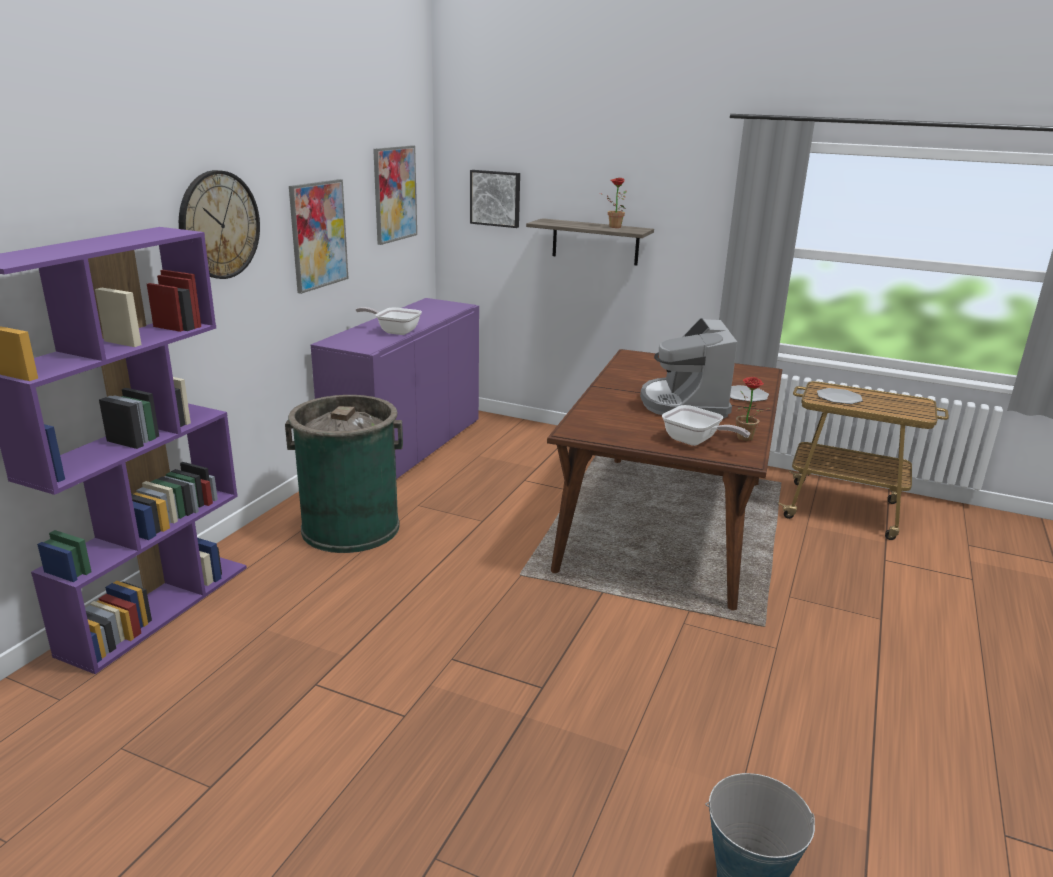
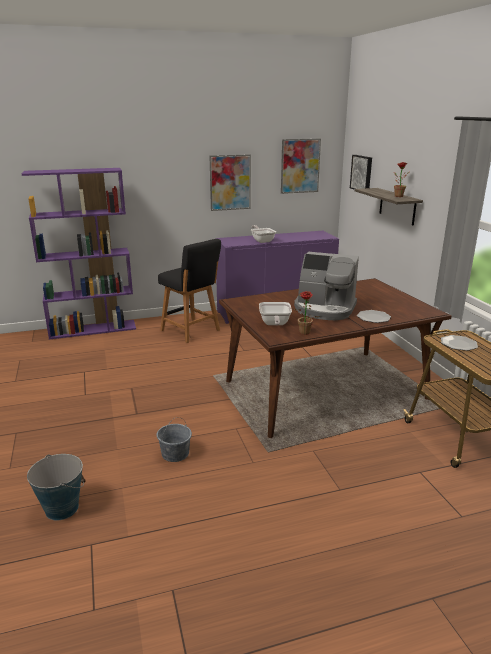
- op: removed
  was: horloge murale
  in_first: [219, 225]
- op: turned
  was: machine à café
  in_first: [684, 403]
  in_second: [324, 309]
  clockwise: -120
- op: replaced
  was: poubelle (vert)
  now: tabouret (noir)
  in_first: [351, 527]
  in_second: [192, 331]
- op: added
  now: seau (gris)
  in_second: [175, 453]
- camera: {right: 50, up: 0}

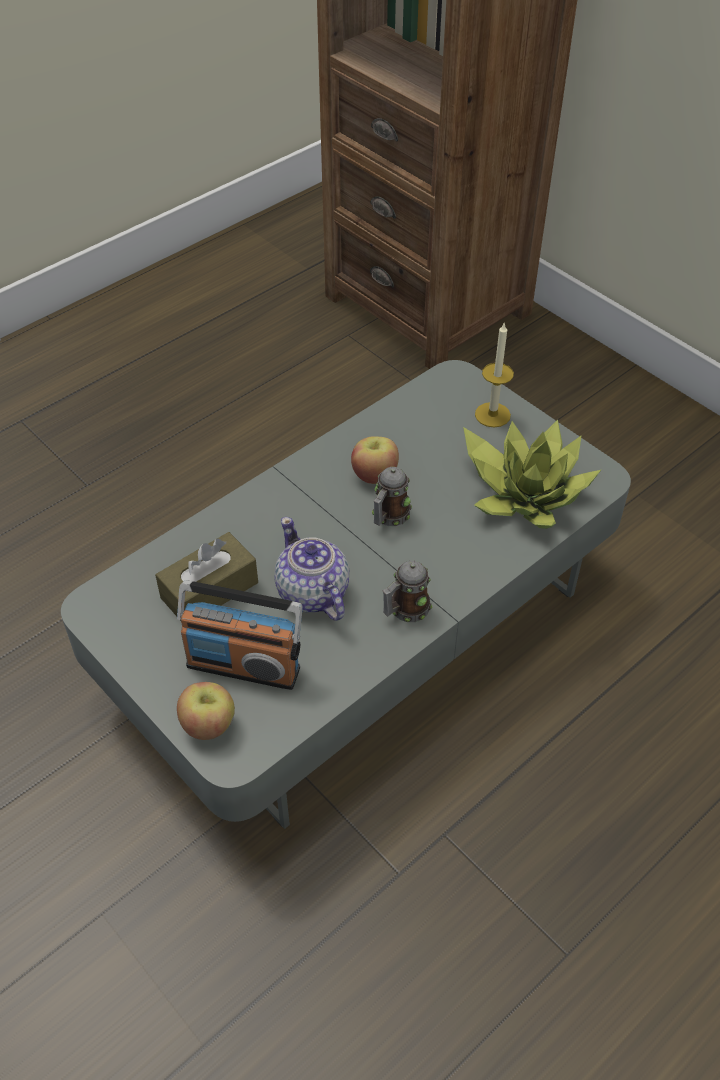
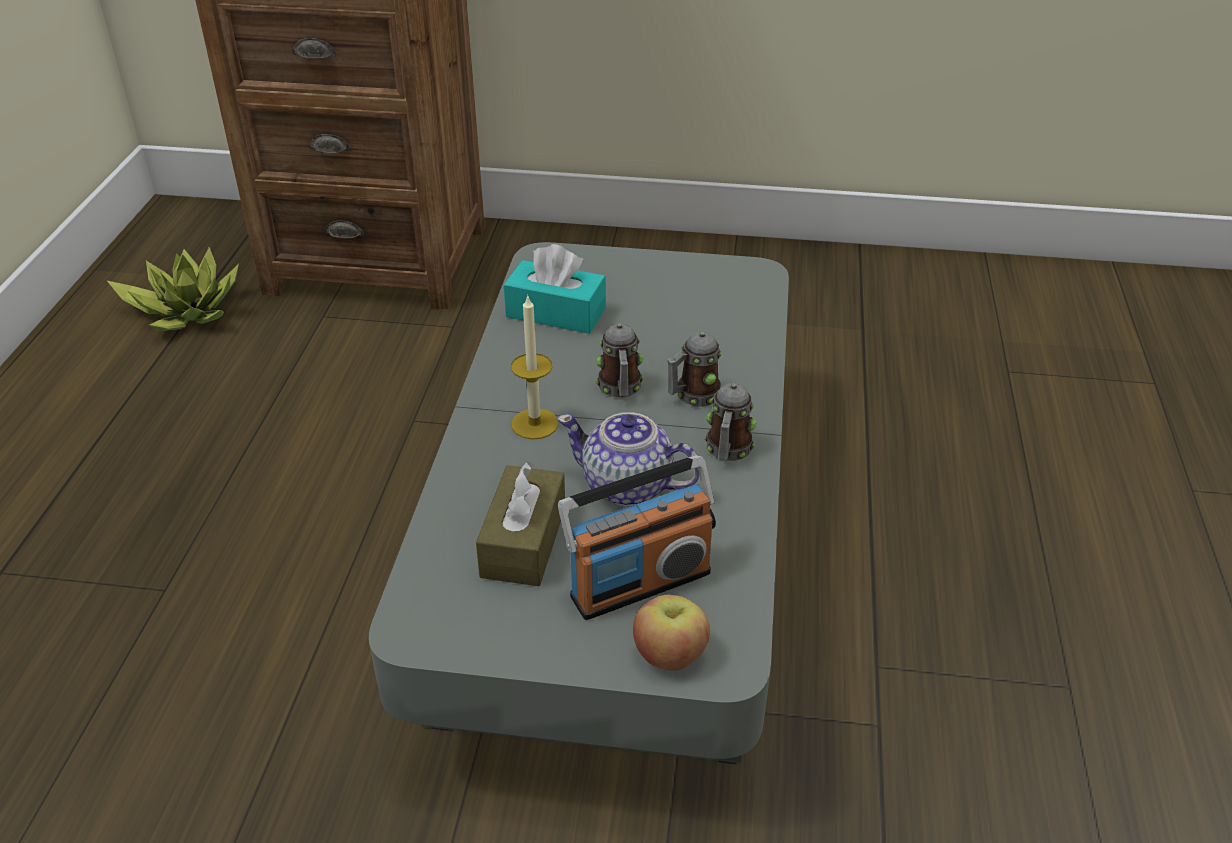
- op: moved
  was: bougie
  in_first: [492, 415]
  in_second: [534, 424]
- op: moved
  was: plante en pot
  in_first: [525, 491]
  in_second: [187, 310]
- op: removed
  was: pomme
  in_first: [374, 474]
- op: added
  now: boîte à mouchoirs (turquoise)
  in_second: [556, 313]
- op: added
  now: mug
  in_second: [693, 396]
- camera: {right: -40, up: -10}

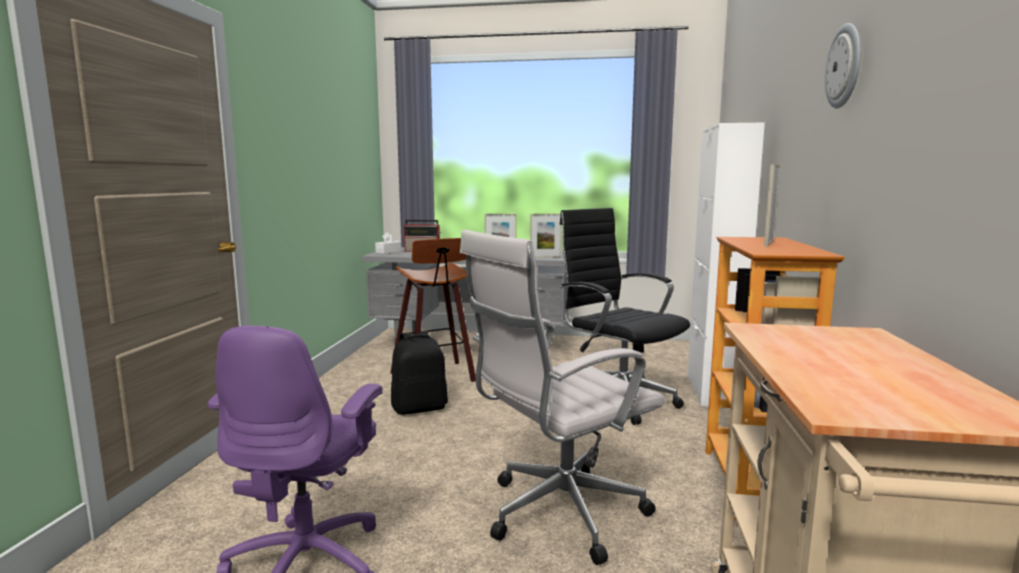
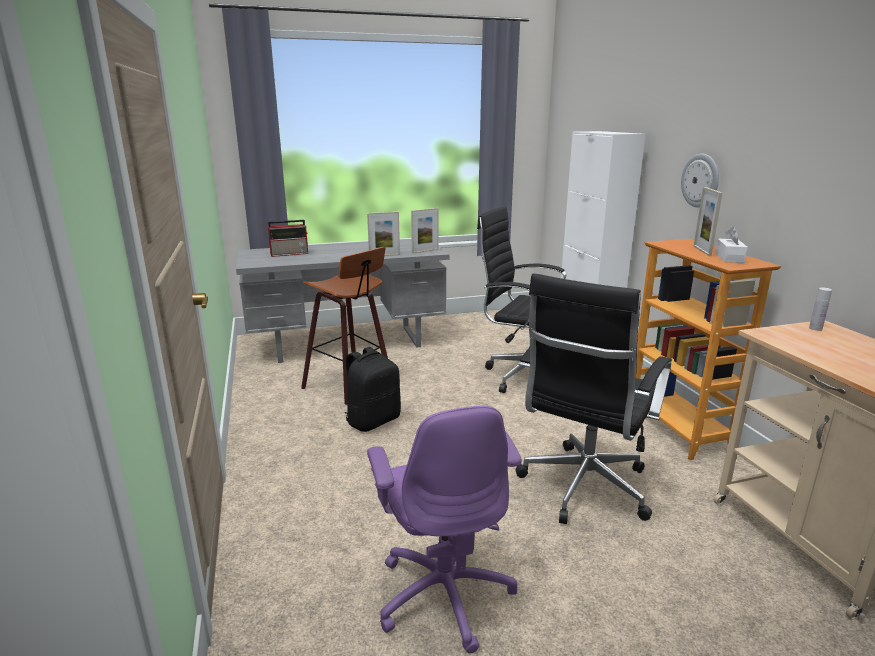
- op: moved
  was: horloge murale
  in_first: [845, 66]
  in_second: [700, 180]
- op: recoloured
  was: chaise de bureau (blanc)
  now: chaise de bureau (noir)
  in_first: [558, 514]
  in_second: [582, 489]
- op: moved
  was: boîte à mouchoirs (blanc)
  in_first: [388, 252]
  in_second: [729, 258]
- op: added
  now: bouteille (blanc)
  in_second: [815, 328]
- camera: {right: -25, up: 10}

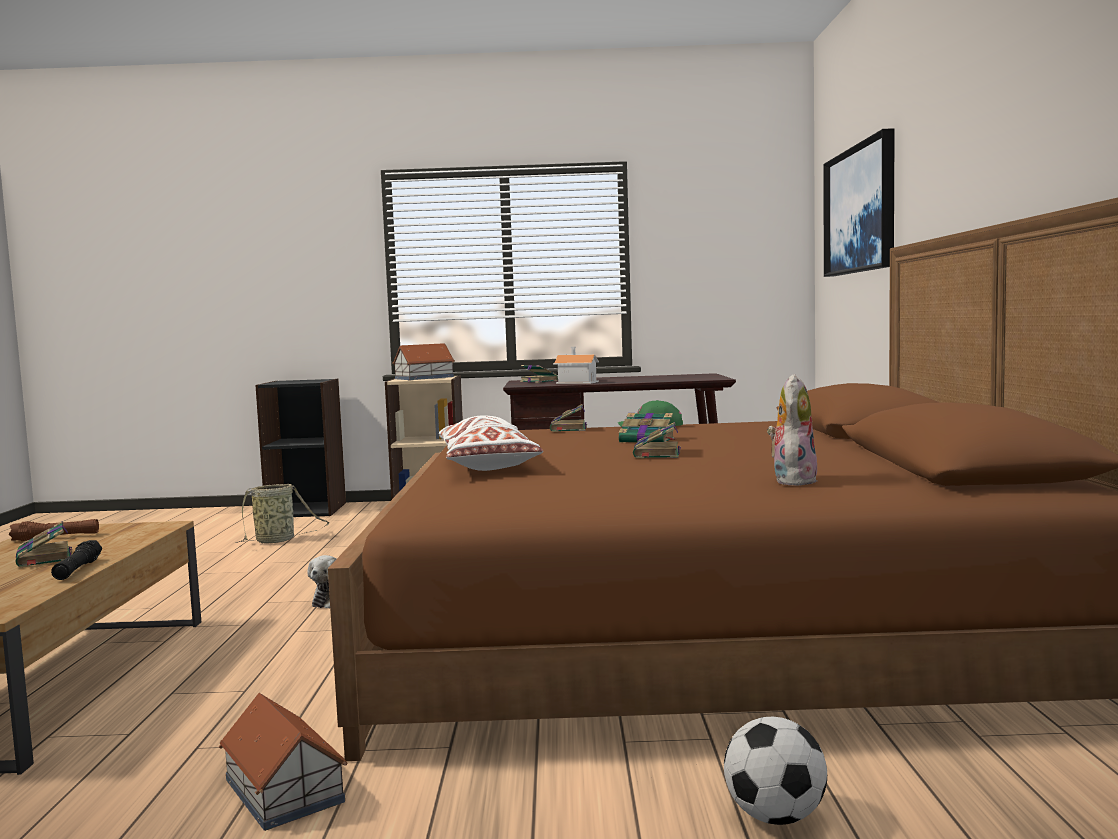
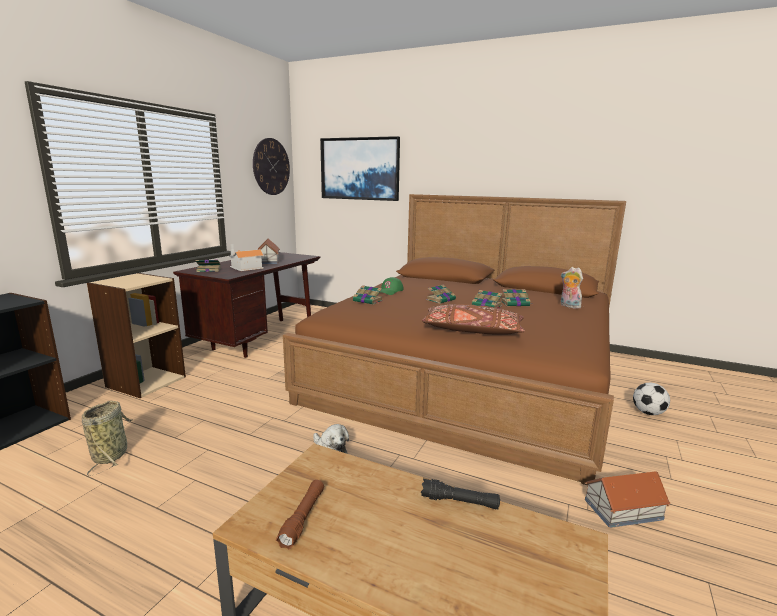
- op: moved
  was: maison miniature
  in_first: [425, 378]
  in_second: [268, 261]
- op: recoloured
  was: coussin (blanc)
  now: coussin (marron)
  in_first: [486, 464]
  in_second: [472, 330]
- op: moved
  was: livre
  in_first: [44, 558]
  in_second: [515, 303]
- op: added
  now: horloge murale
  in_second: [271, 167]
- camera: {right: -65, up: 10}

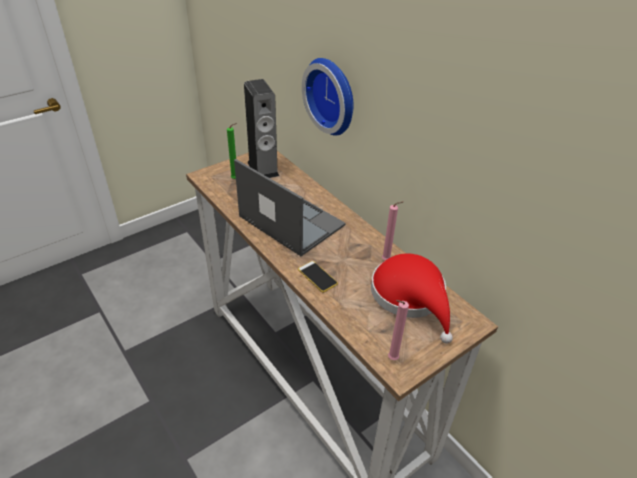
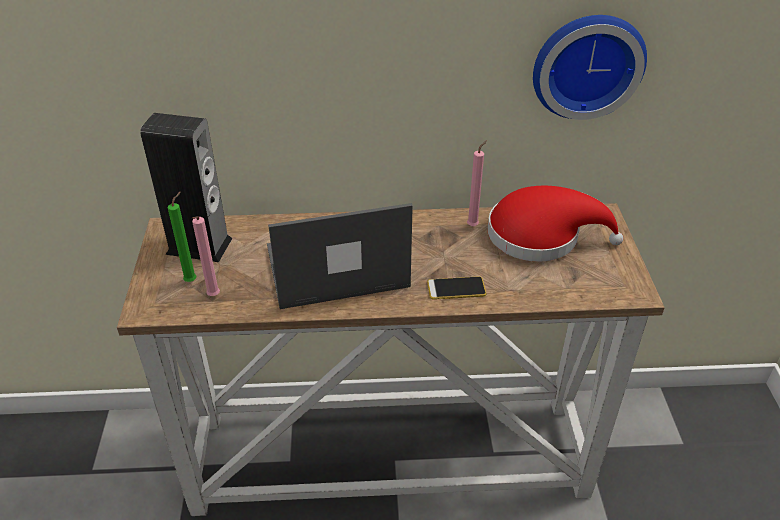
- op: moved
  was: horloge murale
  in_first: [333, 95]
  in_second: [586, 64]
- op: moved
  was: bougie (rose)
  in_first: [391, 359]
  in_second: [212, 297]
- camera: {right: -55, up: 0}

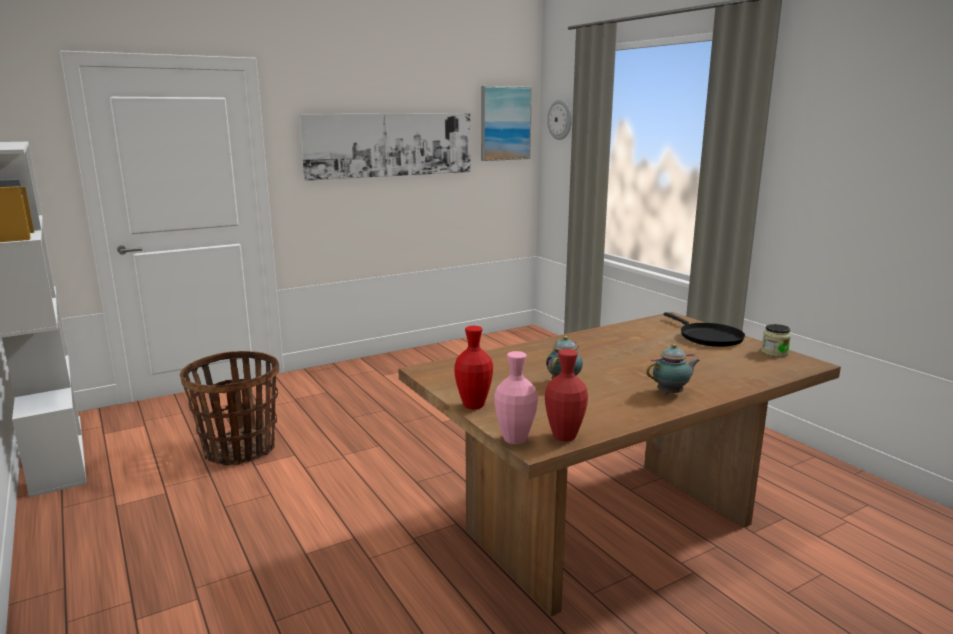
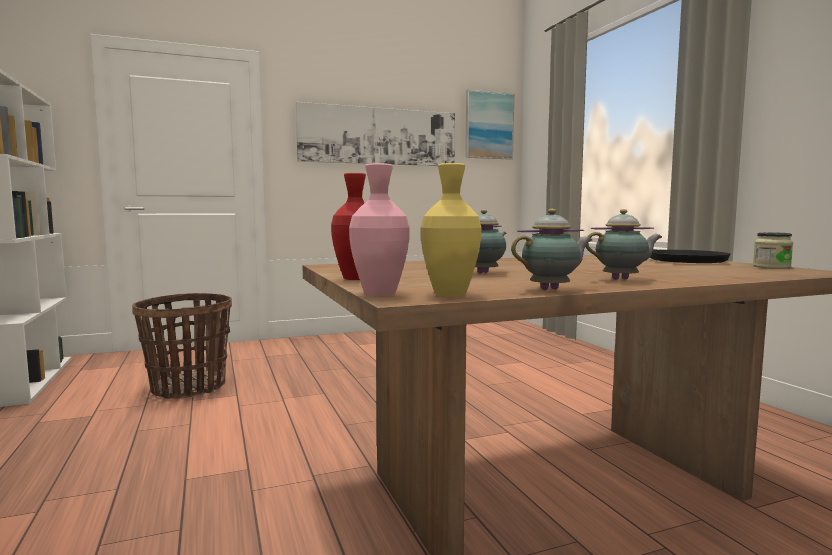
- op: removed
  was: horloge murale
  in_first: [560, 119]
- op: recoloured
  was: vase (rouge)
  now: vase (jaune)
  in_first: [564, 437]
  in_second: [450, 294]
- op: added
  now: théière
  in_second: [552, 289]
- camera: {right: 10, up: -10}

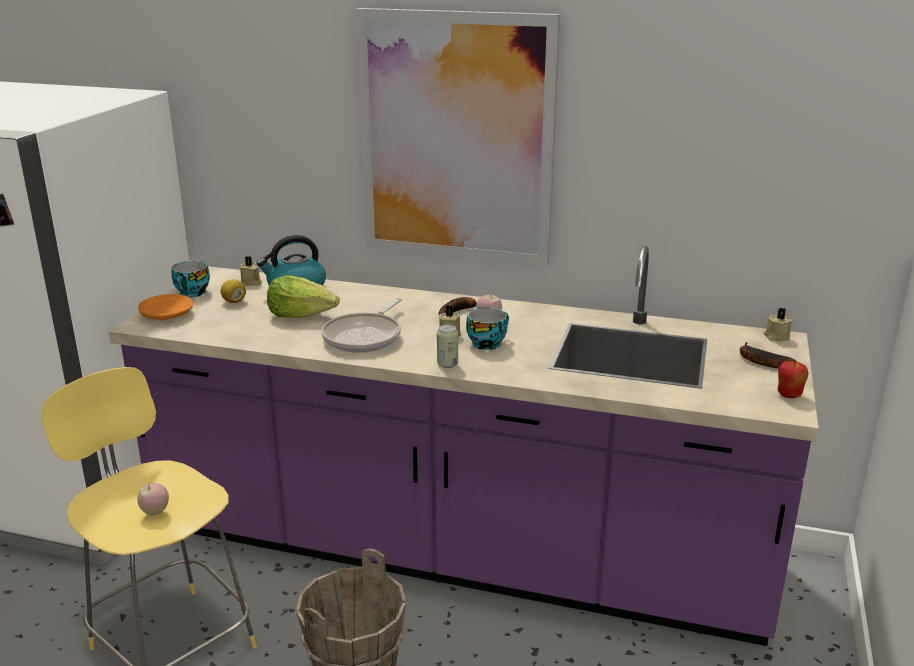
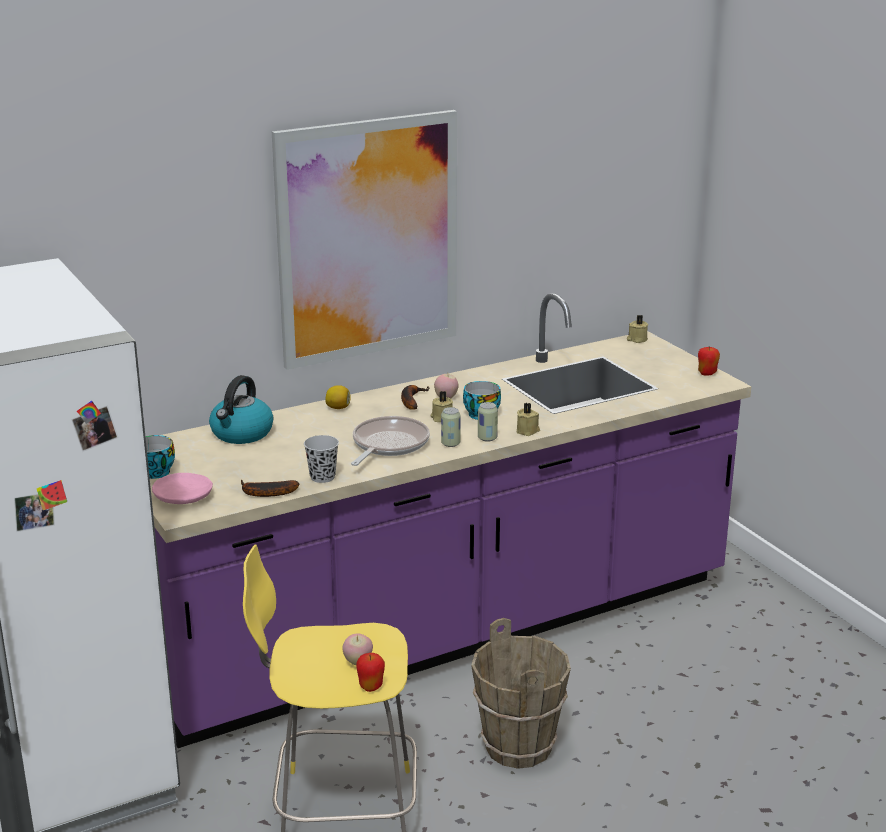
- op: moved
  was: bougie (beige)
  in_first: [251, 283]
  in_second: [528, 431]
- op: removed
  was: laitue
  in_first: [302, 315]
- op: moved
  was: citron
  in_first: [234, 301]
  in_second: [338, 408]
- op: recoloured
  was: assiette (orange)
  now: assiette (rose)
  in_first: [167, 315]
  in_second: [184, 497]
- op: turned
  was: poêle
  in_first: [365, 337]
  in_second: [388, 445]
  clockwise: -135
- op: moved
  was: banane
  in_first: [760, 361]
  in_second: [265, 493]
- op: added
  now: boîte métallique
  in_second: [450, 444]
- op: added
  now: tasse (noir)
  in_second: [322, 477]
- op: added
  now: pomme
  in_second: [371, 687]
- camera: {right: -45, up: 0}

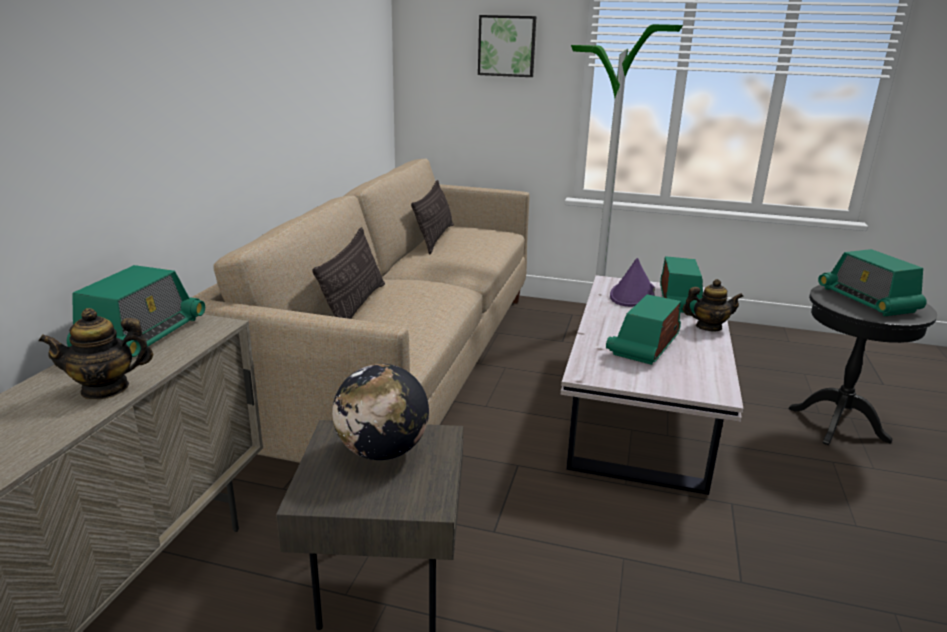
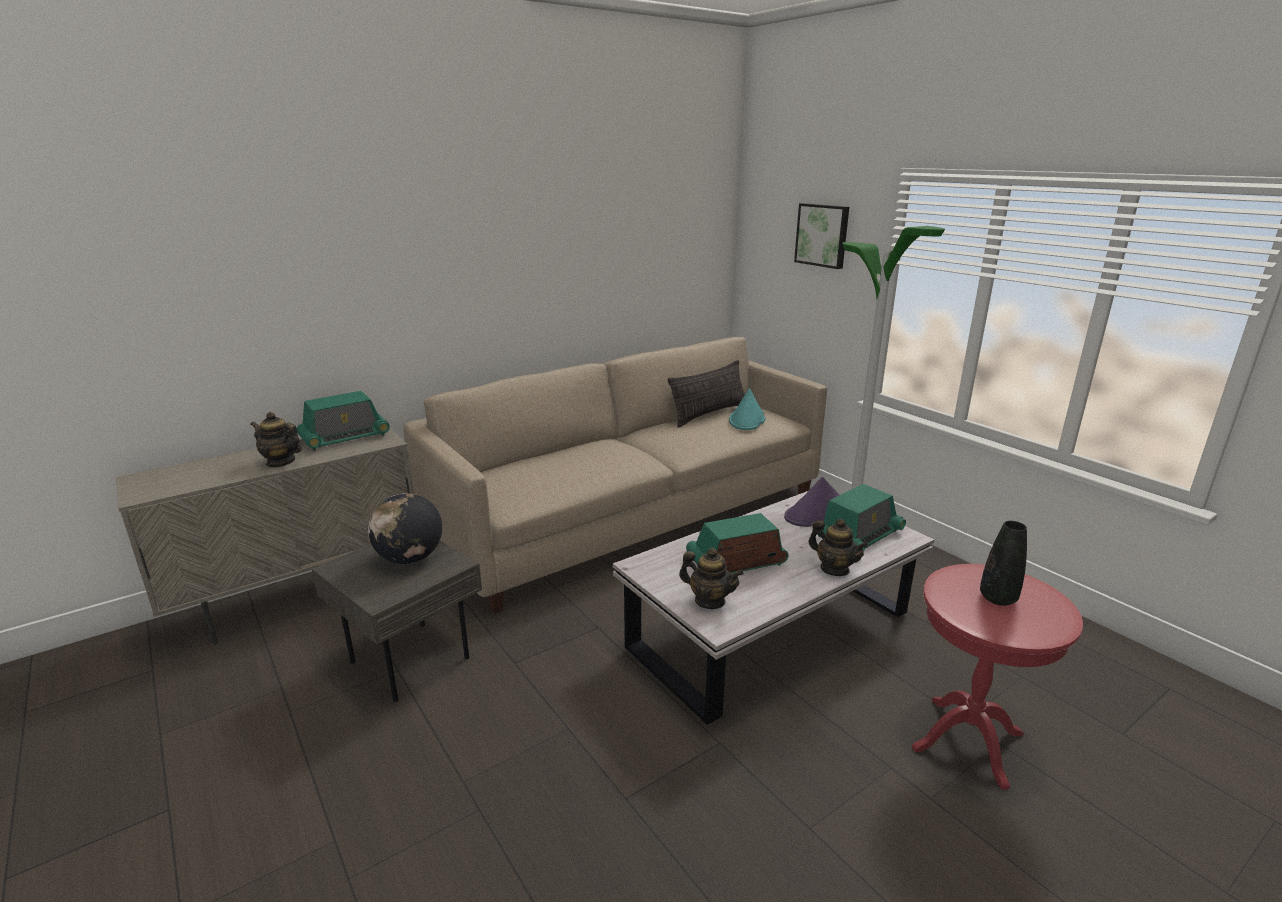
- op: removed
  was: coussin
  in_first: [355, 307]
- op: replaced
  was: radio
  now: vase (noir)
  in_first: [867, 300]
  in_second: [997, 598]
- op: recoloured
  was: table d'appoint (noir)
  now: table d'appoint (rouge)
  in_first: [838, 424]
  in_second: [967, 741]
- op: added
  now: chapeau (turquoise)
  in_second: [747, 420]
- op: added
  now: théière
  in_second: [709, 601]
- camera: {right: 40, up: 0}

